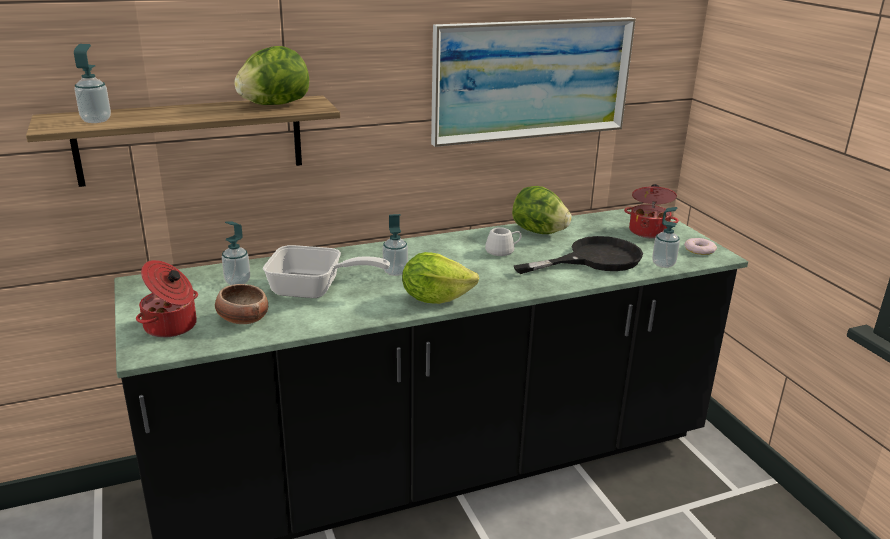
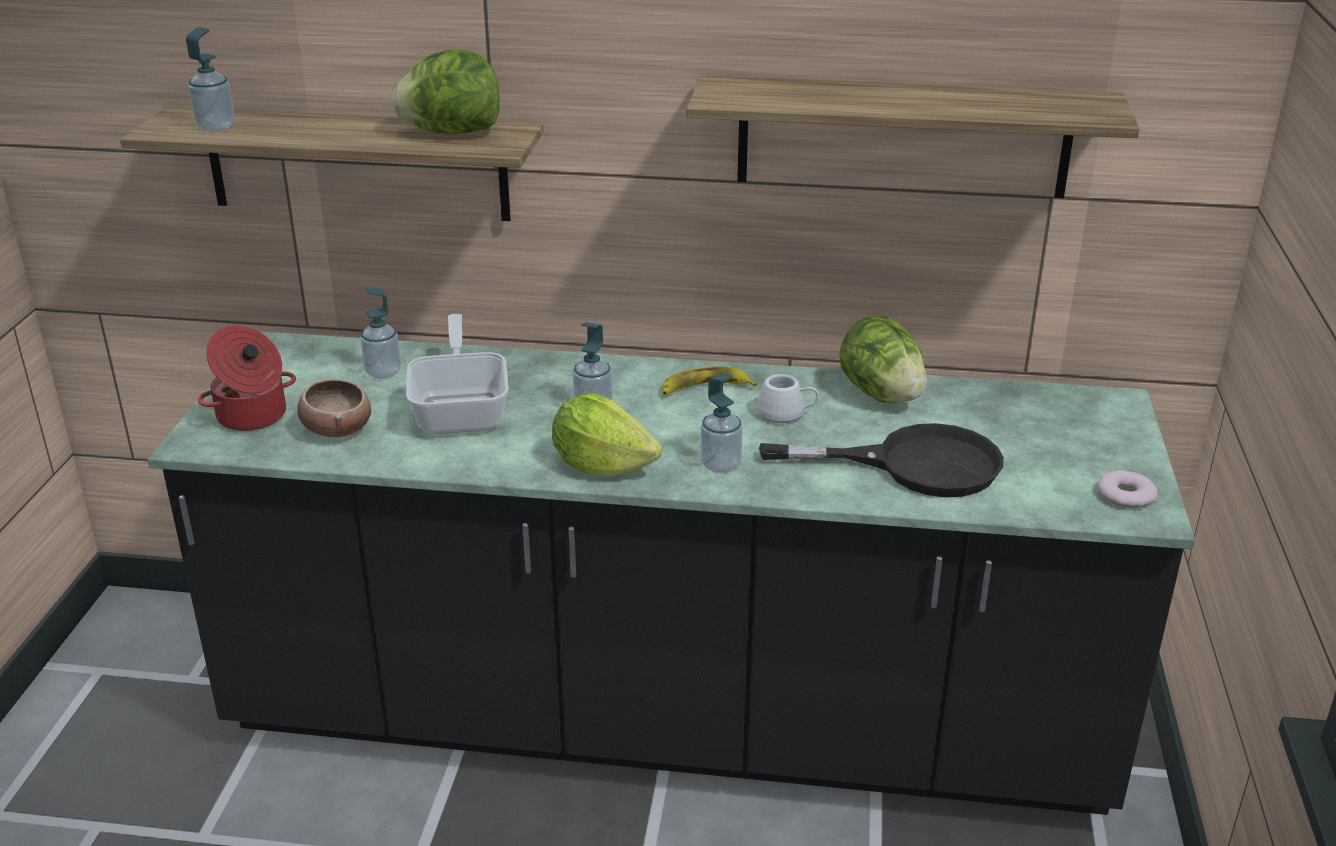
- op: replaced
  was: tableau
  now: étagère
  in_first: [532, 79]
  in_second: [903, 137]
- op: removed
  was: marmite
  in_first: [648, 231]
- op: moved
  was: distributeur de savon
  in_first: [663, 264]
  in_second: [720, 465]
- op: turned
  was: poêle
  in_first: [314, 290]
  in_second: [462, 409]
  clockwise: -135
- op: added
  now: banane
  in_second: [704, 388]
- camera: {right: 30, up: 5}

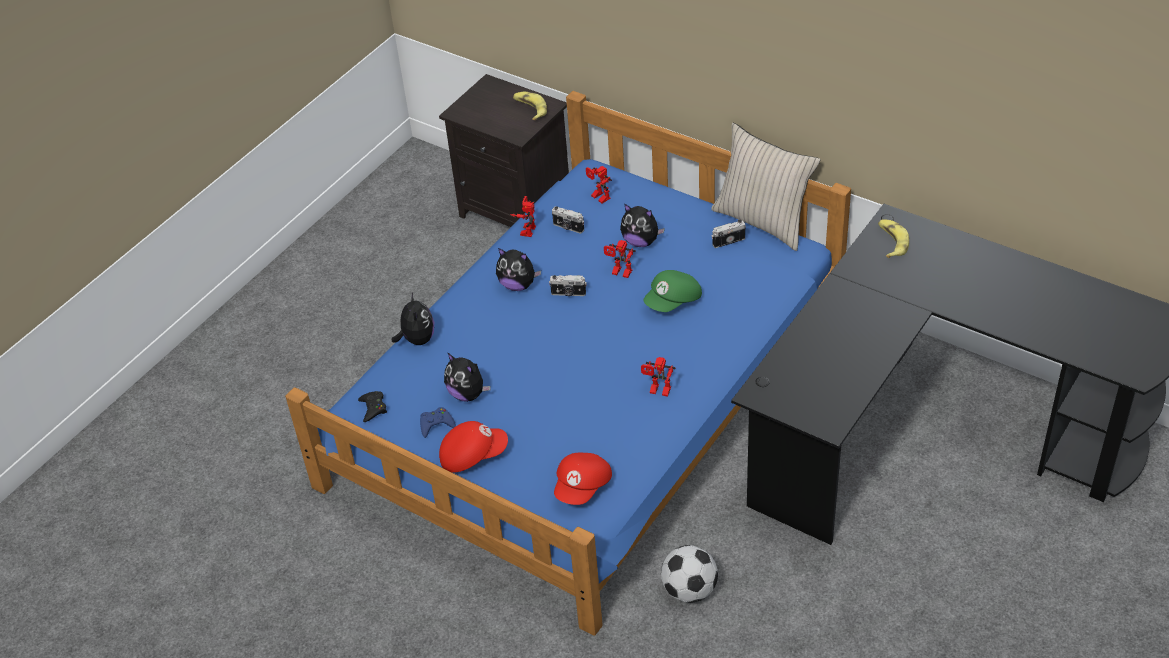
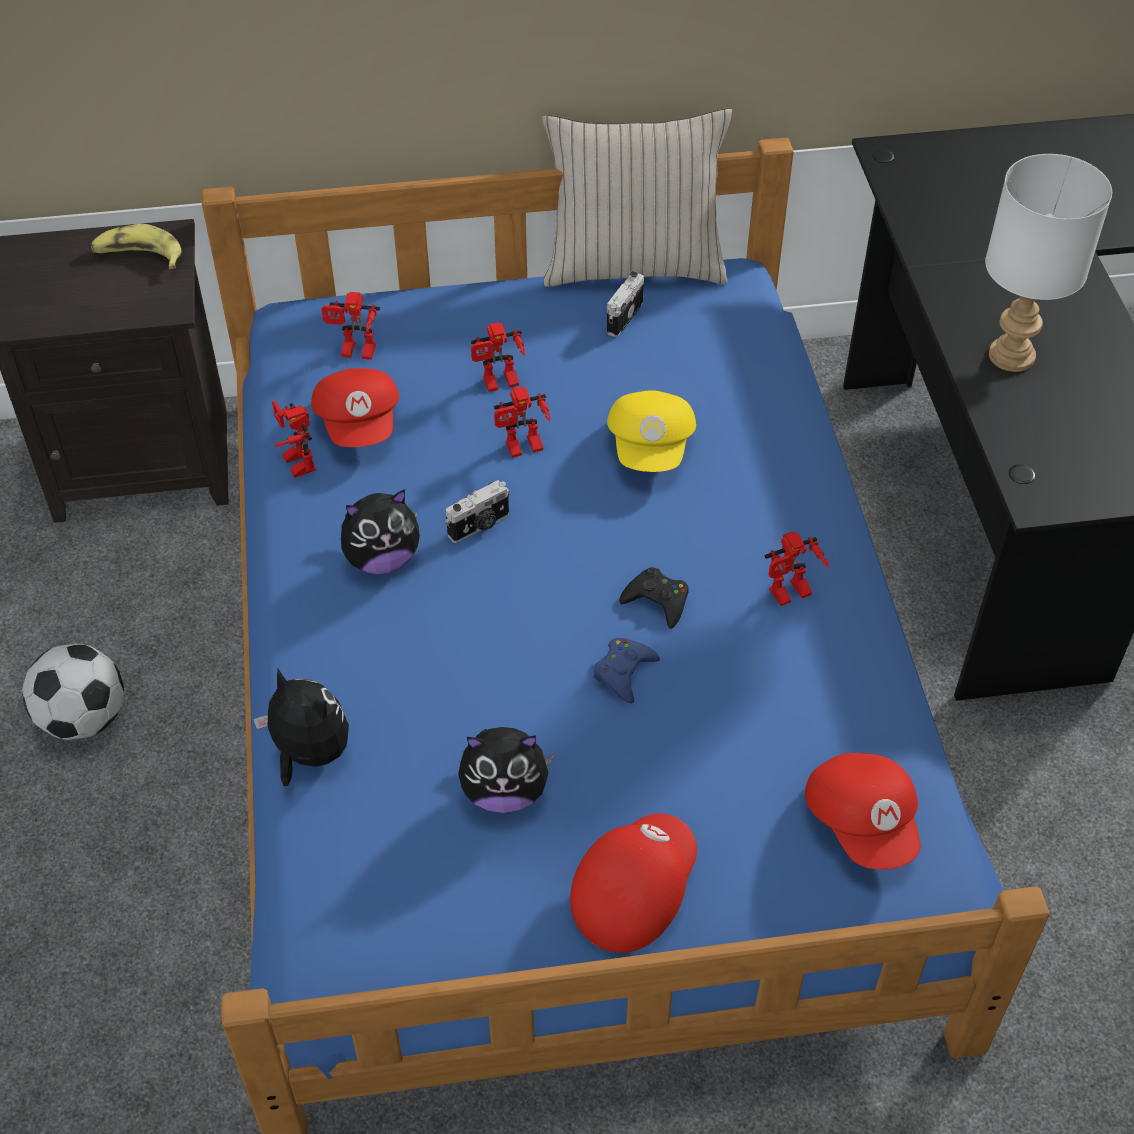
- op: replaced
  was: peluche
  now: robot jouet
  in_first: [641, 241]
  in_second: [499, 385]
- op: replaced
  was: appareil photo
  now: casquette (rouge)
  in_first: [568, 227]
  in_second: [360, 424]
- op: removed
  was: banane
  in_first: [891, 242]
- op: recoloured
  was: casquette (vert)
  now: casquette (jaune)
  in_first: [673, 301]
  in_second: [651, 447]
- op: moved
  was: manette (noir)
  in_first: [373, 408]
  in_second: [657, 601]
- op: moved
  was: manette (bleu)
  in_first: [436, 424]
  in_second: [624, 672]
- op: moved
  was: ballon de foot
  in_first: [689, 590]
  in_second: [84, 719]
- op: added
  now: lampe de table (blanc)
  in_second: [1010, 355]
- camera: {right: -45, up: 5}

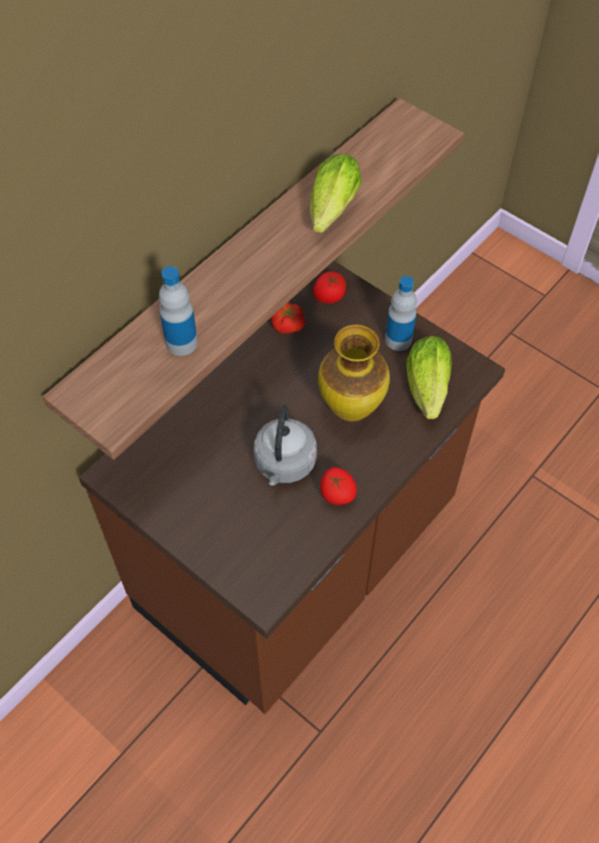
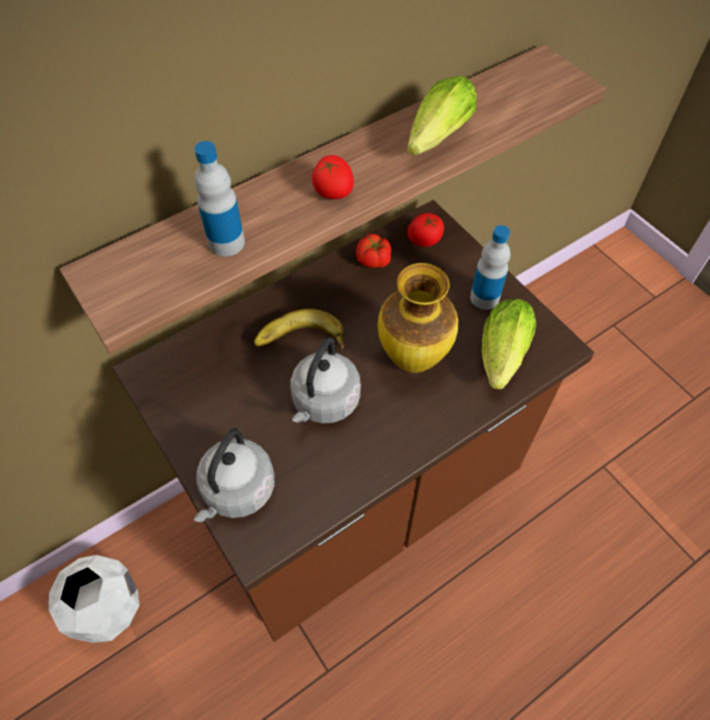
- op: moved
  was: tomate
  in_first: [337, 494]
  in_second: [333, 191]
- op: added
  now: banane
  in_second: [300, 342]
- op: added
  now: bouilloire (gris)
  in_second: [237, 491]
- op: added
  now: cache-pot (blanc)
  in_second: [107, 607]
- camera: {right: 15, up: 0}

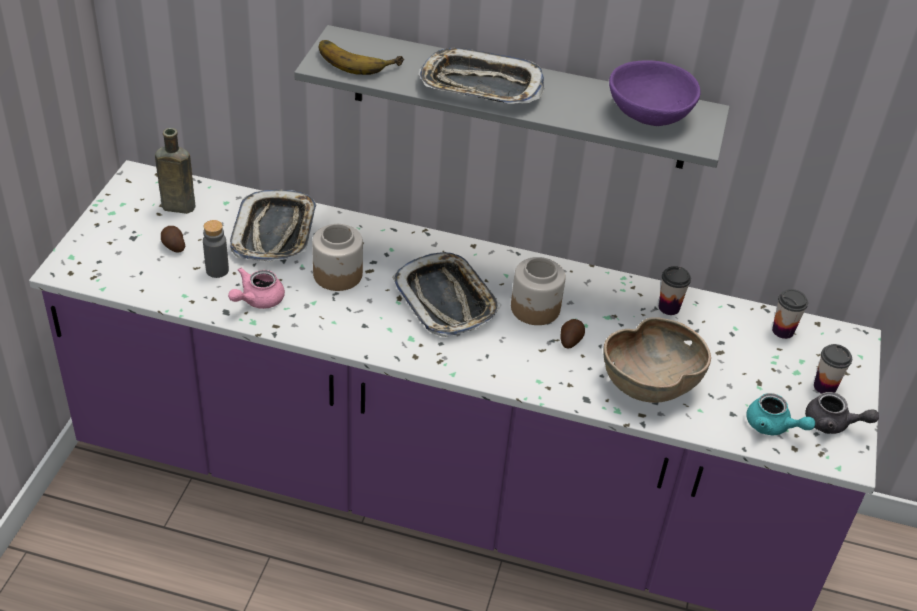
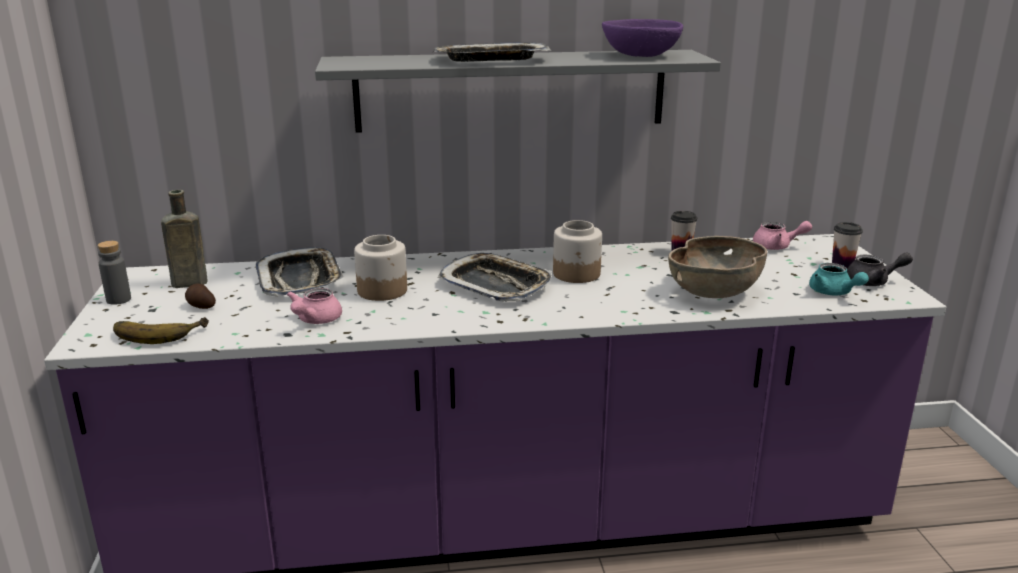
- op: moved
  was: banane
  in_first: [357, 59]
  in_second: [159, 332]
- op: moved
  was: bouteille (gris)
  in_first: [217, 270]
  in_second: [118, 300]
- op: replaced
  was: tasse
  now: théière (rose)
  in_first: [783, 331]
  in_second: [777, 247]
- op: removed
  was: pomme de terre
  in_first: [570, 340]
- op: turned
  was: théière (turquoise)
  in_first: [773, 426]
  in_second: [833, 293]
  clockwise: 45
- camera: {right: -20, up: -20}

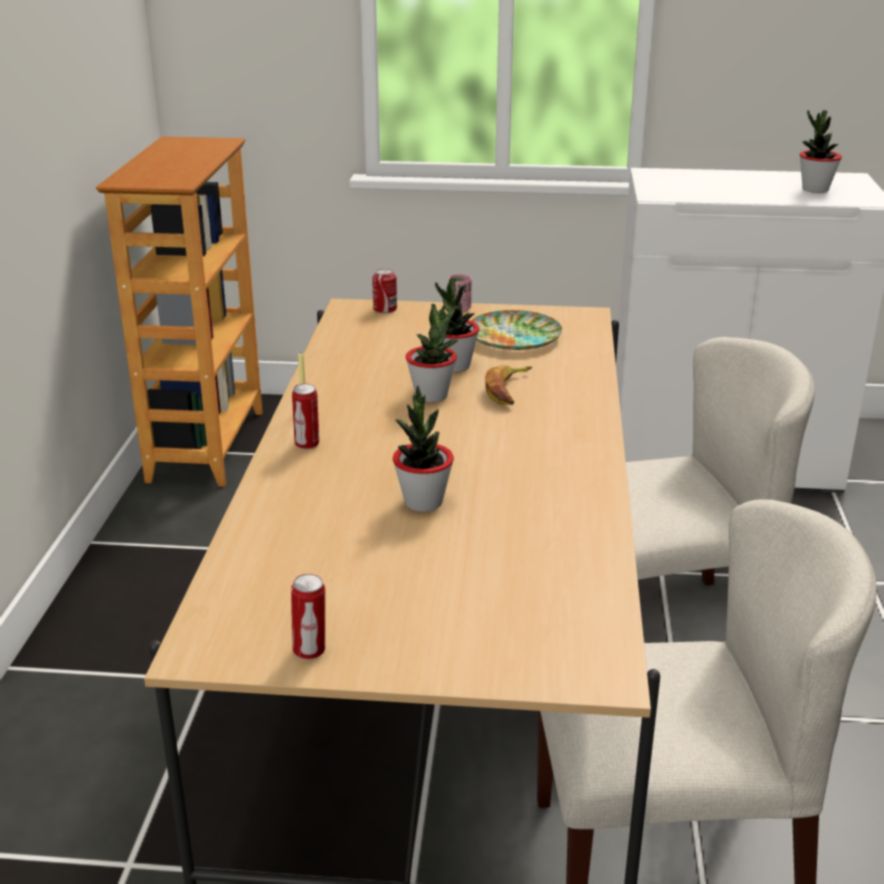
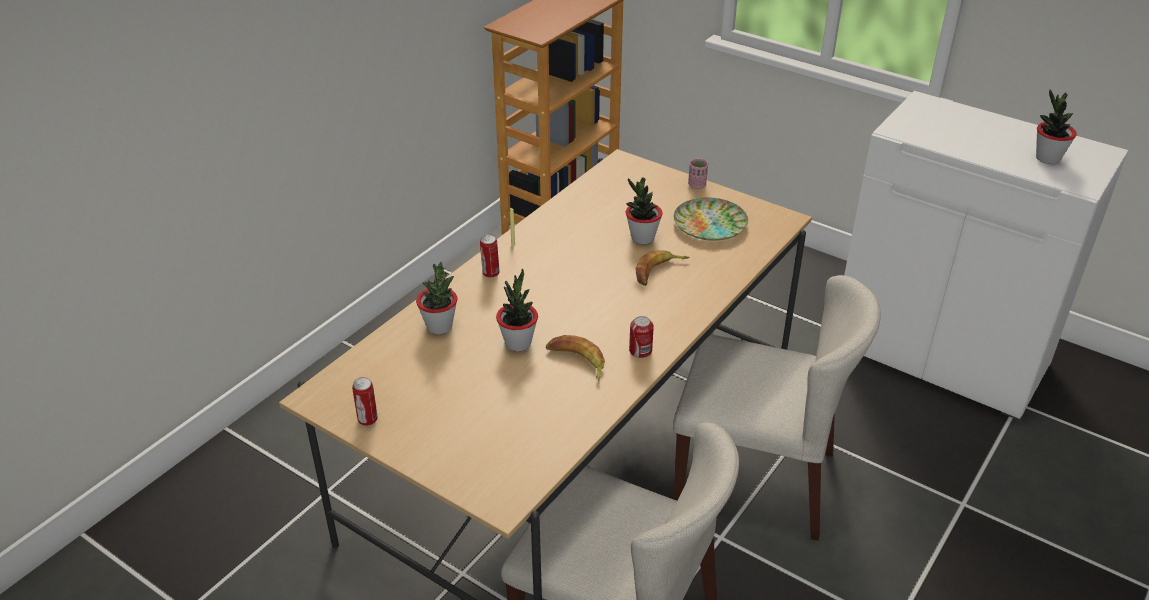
- op: moved
  was: boîte métallique
  in_first: [385, 309]
  in_second: [640, 351]
- op: moved
  was: plante en pot
  in_first: [431, 396]
  in_second: [439, 326]
- op: added
  now: banane
  in_second: [577, 361]
- camera: {right: 30, up: 10}

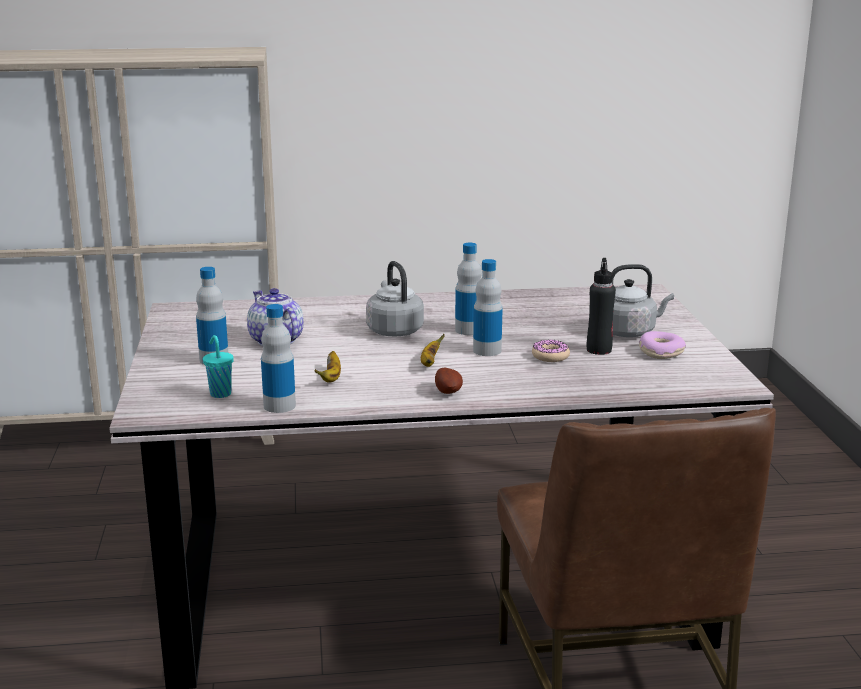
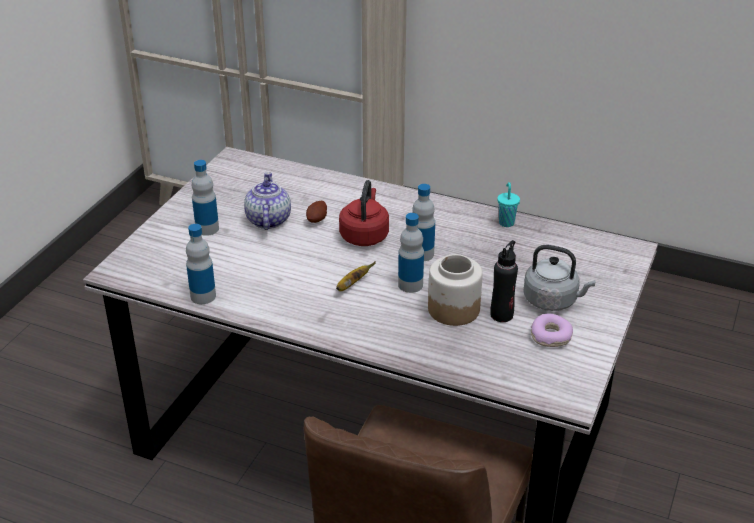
- op: recoloured
  was: bouilloire (gris)
  now: bouilloire (rouge)
  in_first: [394, 330]
  in_second: [364, 235]
- op: moved
  was: tasse (turquoise)
  in_first: [220, 393]
  in_second: [506, 222]
- op: replaced
  was: beignet
  now: bocal
  in_first: [550, 356]
  in_second: [453, 309]
- op: removed
  was: banane
  in_first: [331, 377]
- op: moved
  was: pomme de terre
  in_first: [448, 392]
  in_second: [317, 220]
- camera: {right: 30, up: 15}

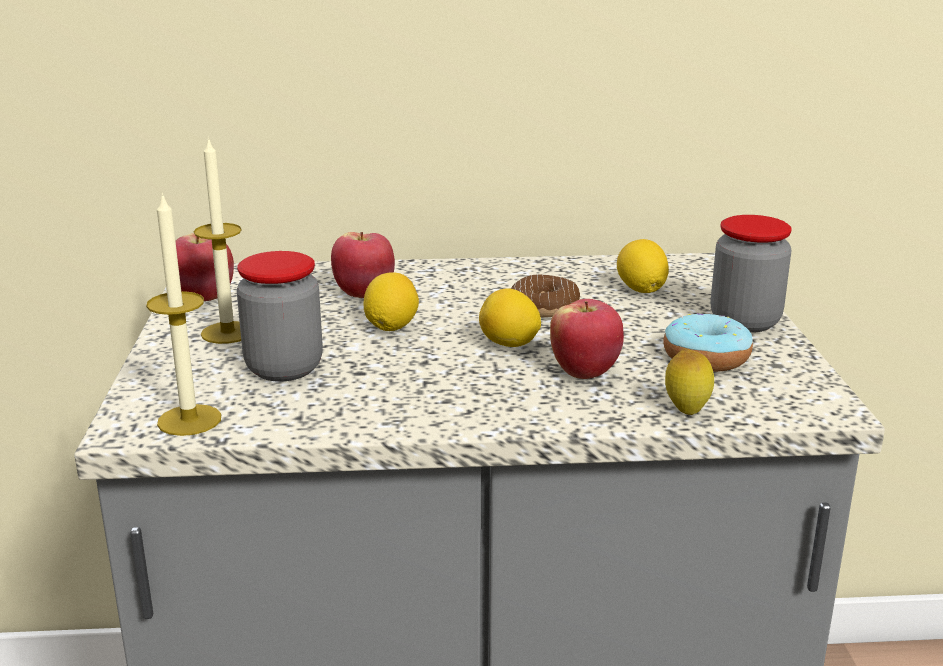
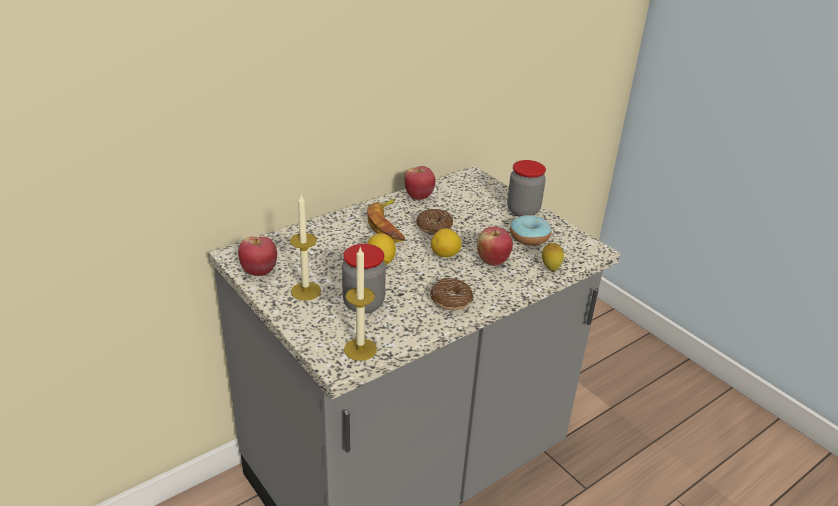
- op: moved
  was: pomme
  in_first: [365, 294]
  in_second: [419, 196]
- op: removed
  was: citron
  in_first: [641, 290]
- op: added
  now: banane
  in_second: [388, 225]
- op: added
  now: beignet
  in_second: [450, 300]
- camera: {right: -35, up: 10}

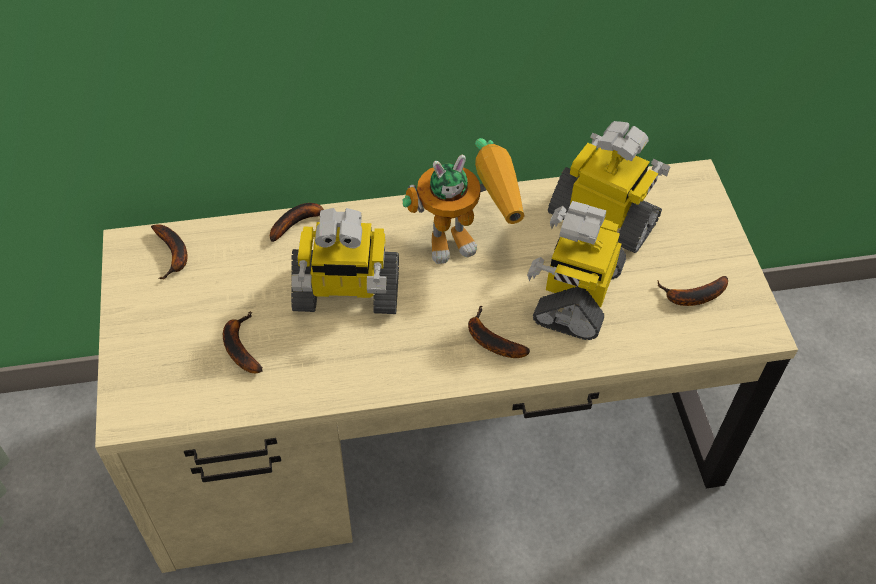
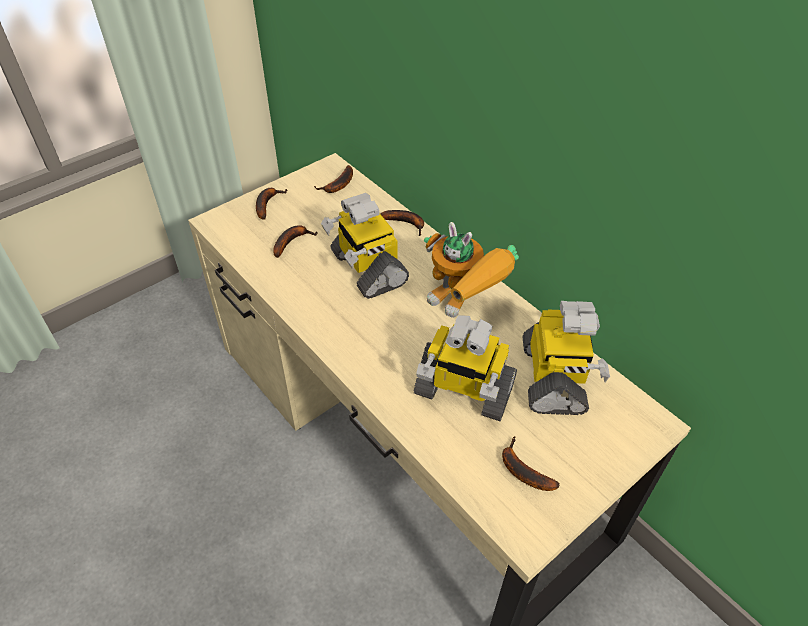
- op: turned
  was: robot jouet
  in_first: [576, 293]
  in_second: [463, 390]
  clockwise: -150
- op: moved
  was: banane
  in_first: [490, 340]
  in_second: [267, 204]
- camera: {right: 60, up: -5}

